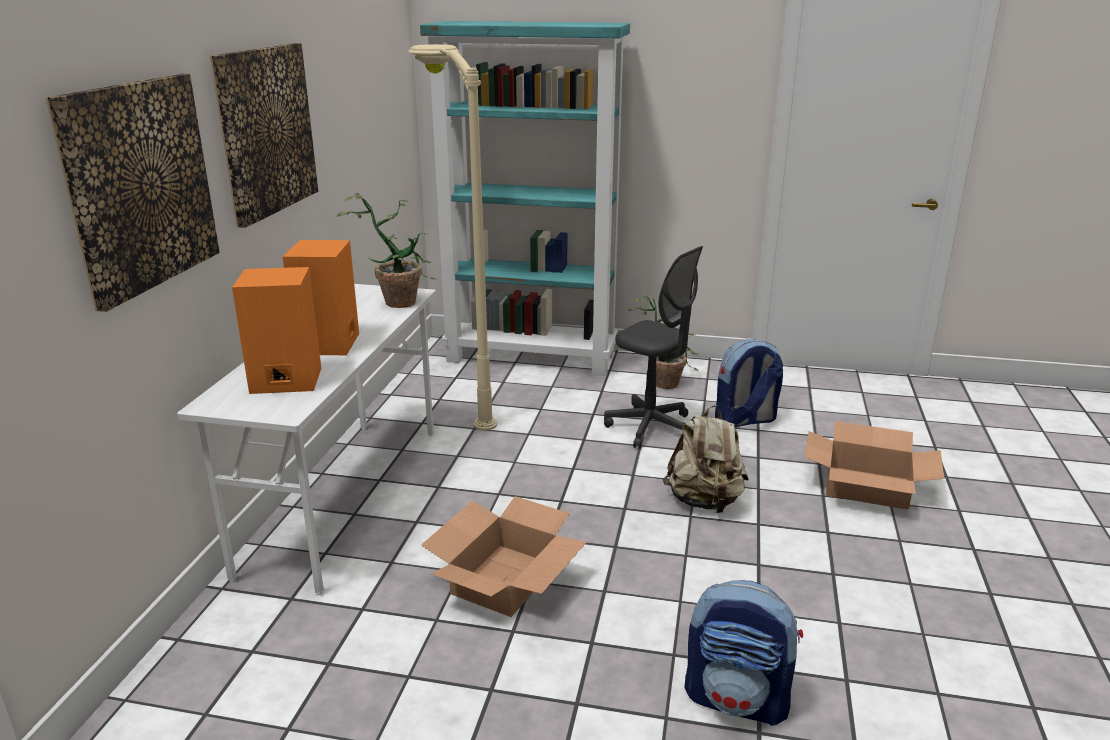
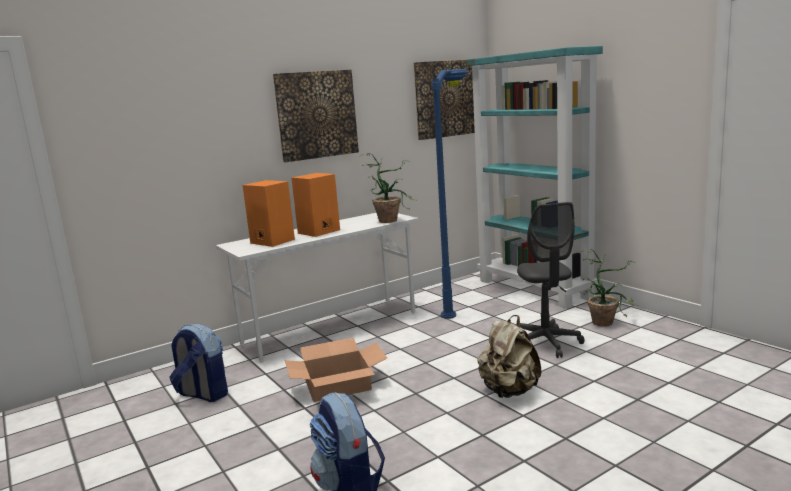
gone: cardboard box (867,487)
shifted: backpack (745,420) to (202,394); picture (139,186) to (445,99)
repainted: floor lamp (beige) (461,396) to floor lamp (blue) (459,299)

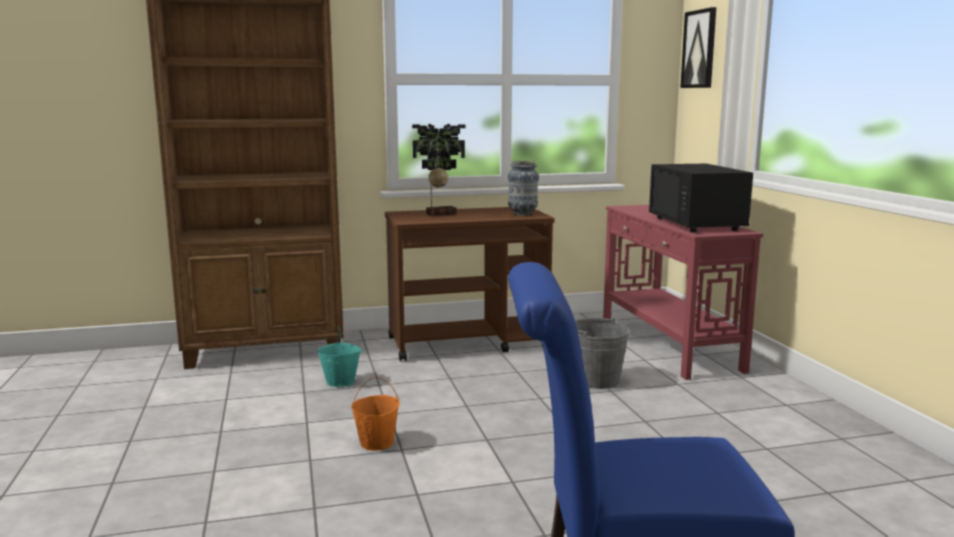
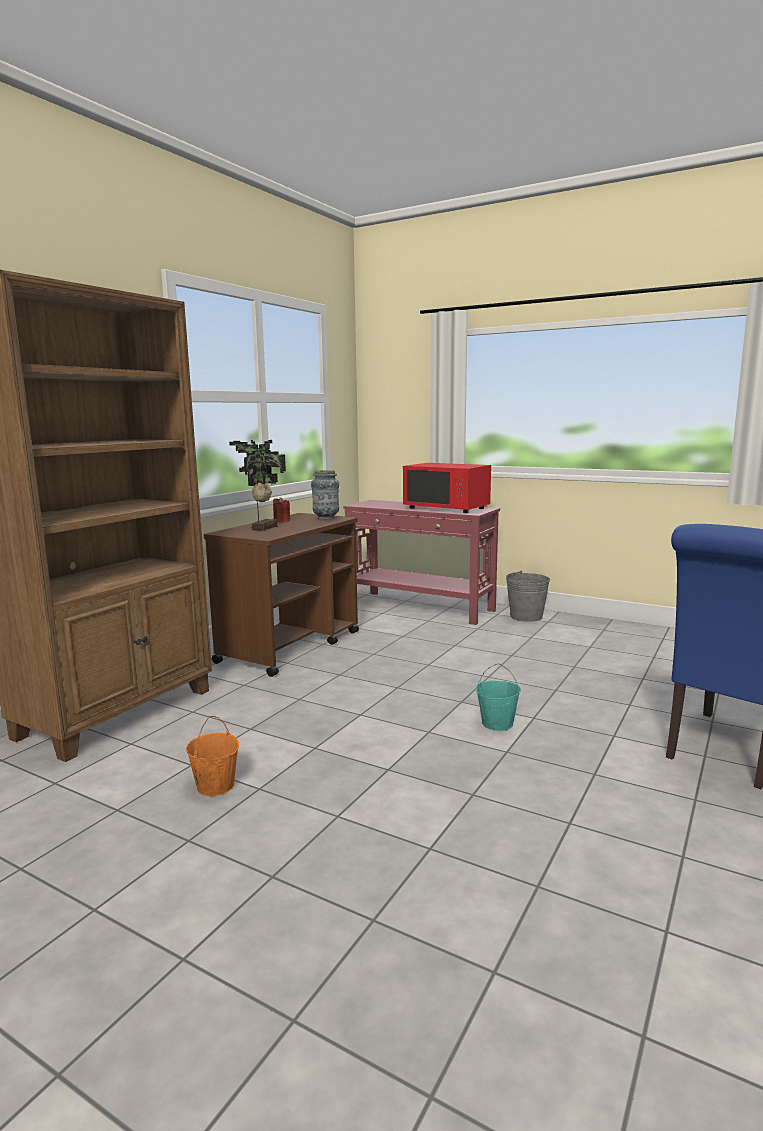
gone: picture (699,49)
new: candle (red) (281,521)
shifted: bucket (orange) (377,443) to (215,786); bucket (turquoise) (341,382) to (497,724); bucket (grey) (597,380) to (526,616)
repainted: microwave (black) (696,224) to microwave (red) (447,508)

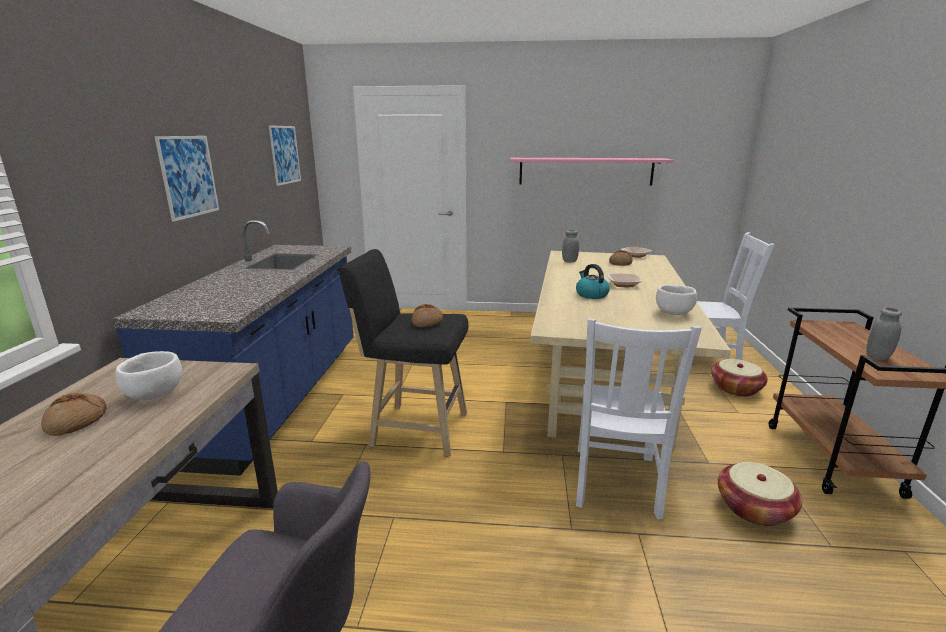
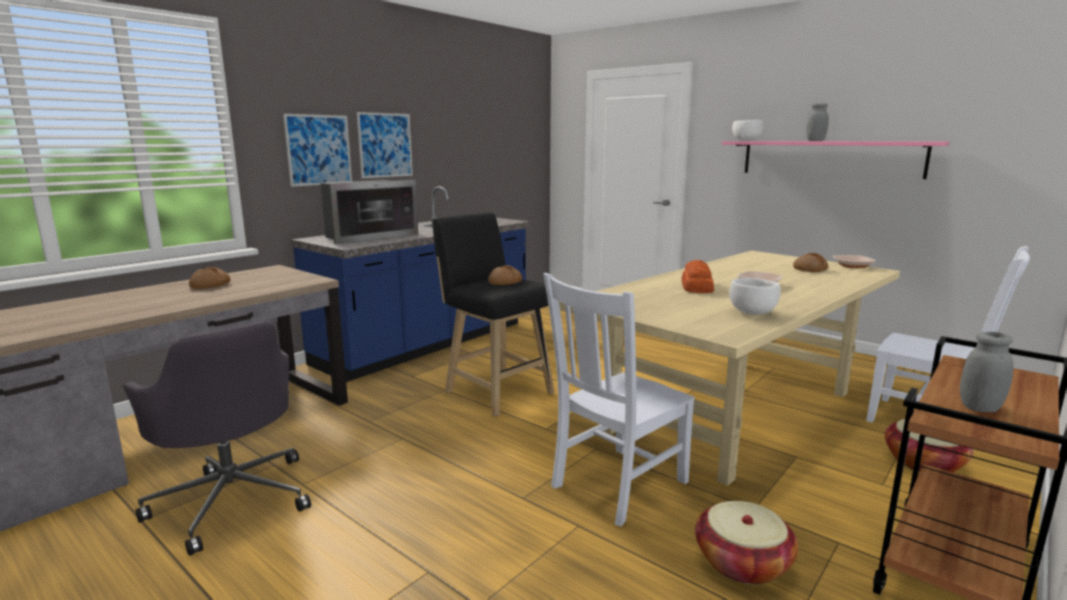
new: microwave (368,236)
shifted: picture (285,155) to (319,150); bowl (white) (155,395) to (746,140); jar (grey) (569,261) to (815,141)
swapped: kettle (591,294) to bread (696,286)

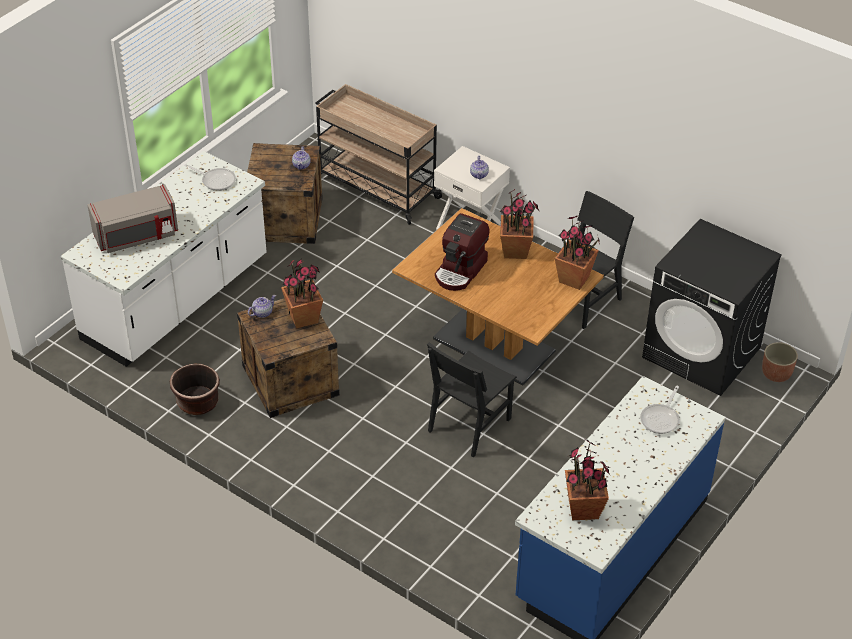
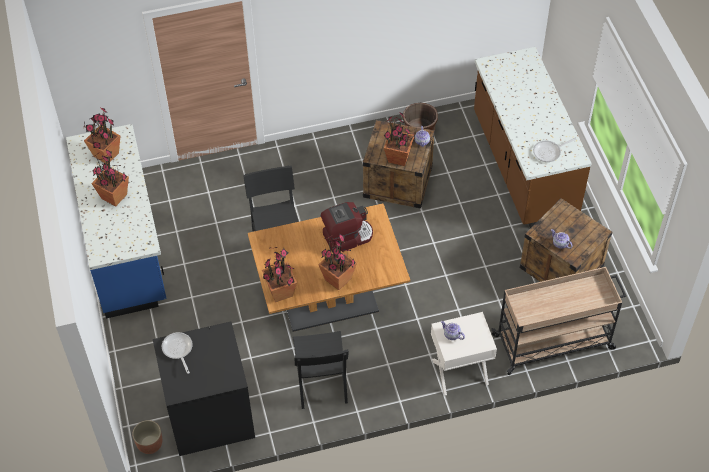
gone: microwave (grey) (136,236)
new: potted plant (114,197)
shifted: frying pan (661,419) to (178,350)
repainted: counter (white) (177,300) to counter (brown) (522,166)
rotated: coffee machine (461,271) = (347,237) 90 degrees clockwise

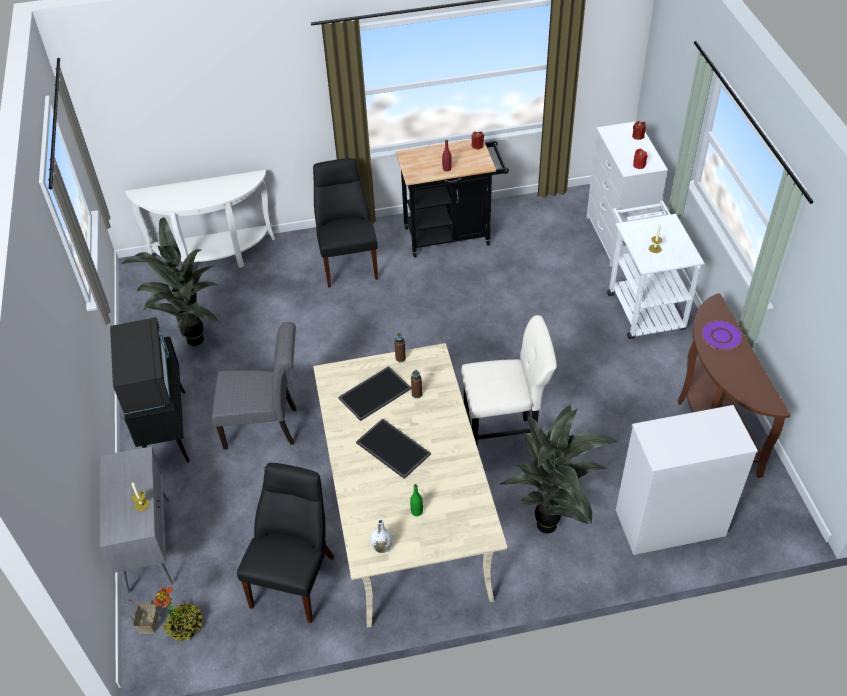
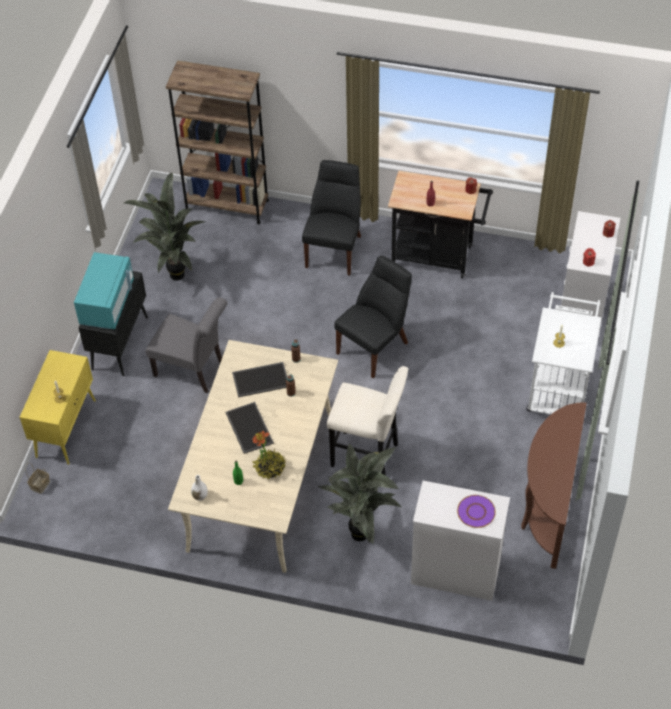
shifted: potted plant (185,625) to (270,467); chair (black) (295,577) to (375,346); plate (purple) (721,336) to (476,511)
swapped: console table (white) (213,258) to bookcase (brown) (227,205)
repainted: cabinet (grey) (148,544) to cabinet (yellow) (66,428); microwave (black) (146,381) to microwave (turquoise) (107,303)

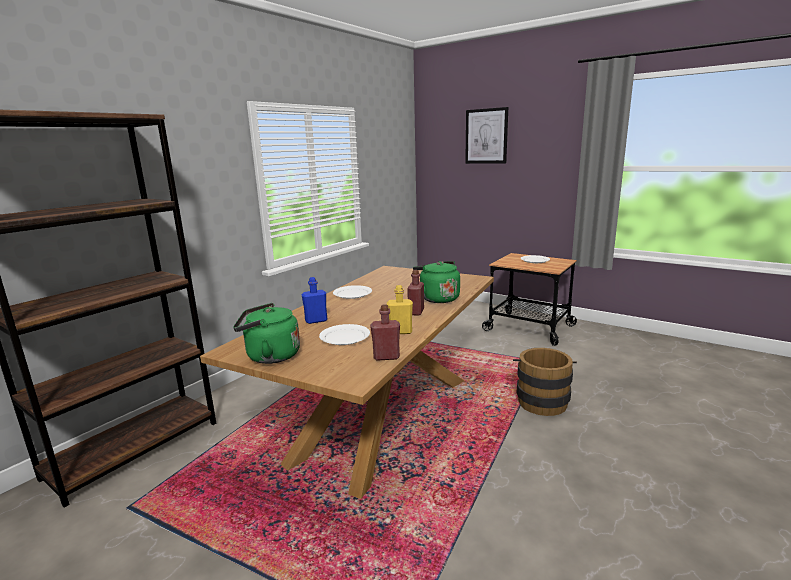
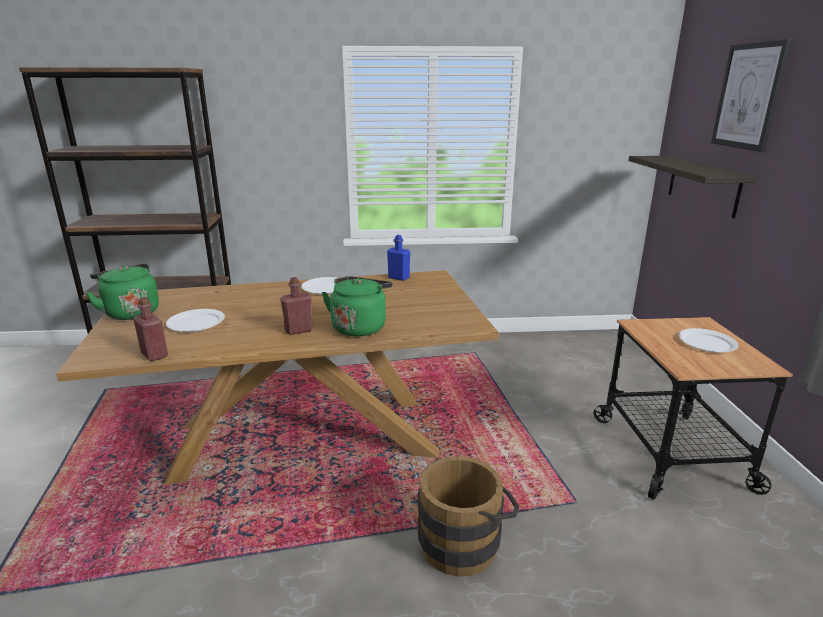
gone: bottle (yellow) (400,332)
new: shelf (703,185)
shifted: bottle (blue) (316,320) to (398,278)

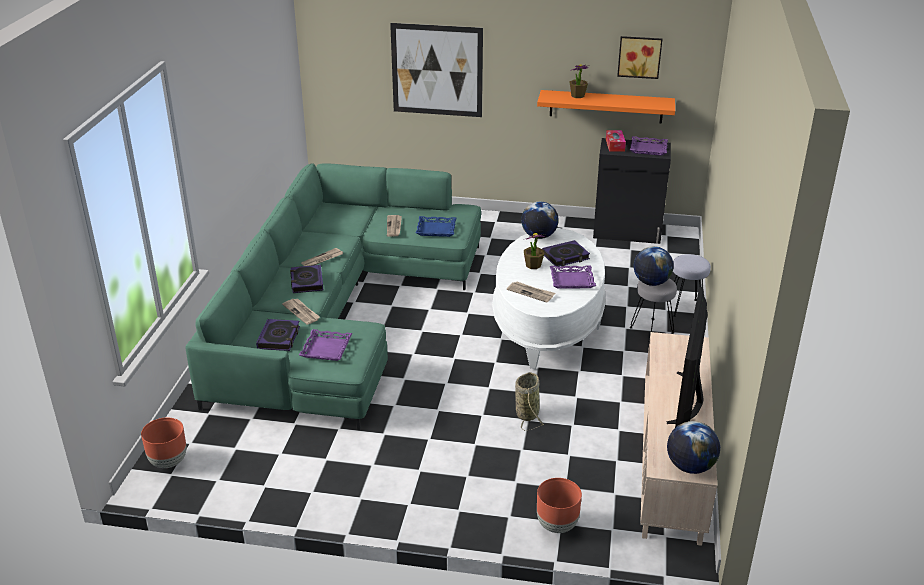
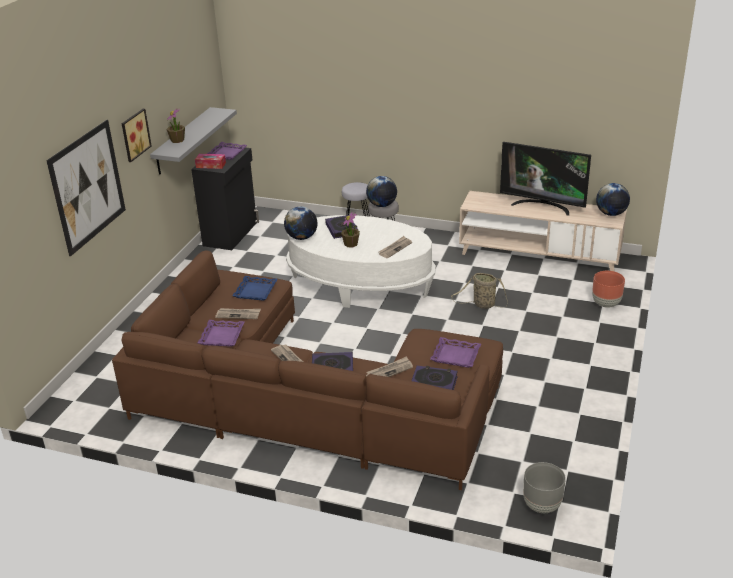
shifted: picture (639,56) to (134,134); tray (purple) (572,280) to (221,336)
repainted: sofa (green) (338,311) to sofa (brown) (304,398); shelf (orange) (606,106) to shelf (grey) (183,141); planter (brown) (168,462) to planter (grey) (542,505)

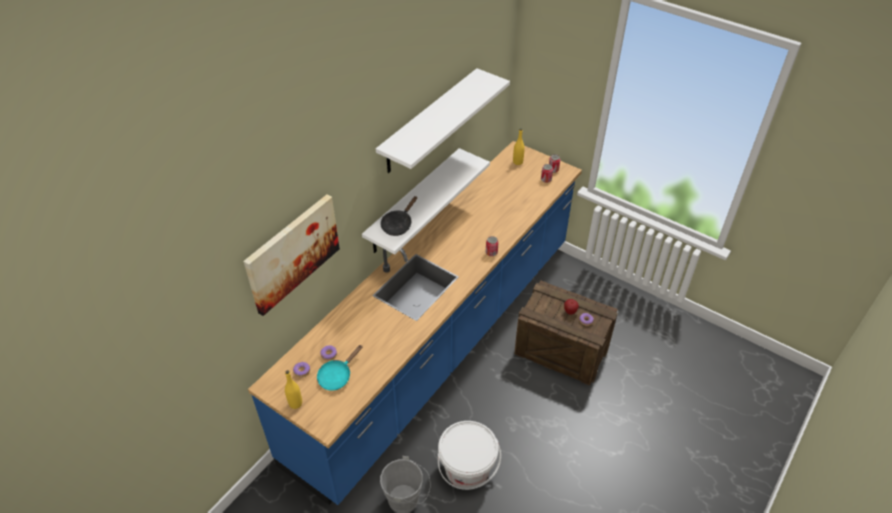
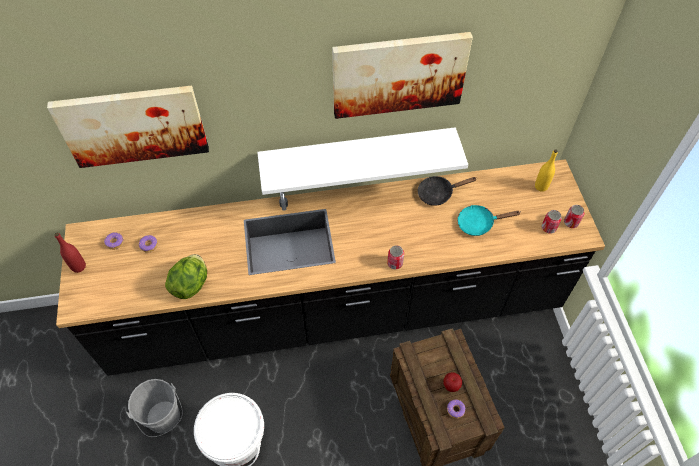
new: lettuce (191,284)
shifted: frying pan (black) (398,224) to (438,193); frying pan (turquoise) (337,376) to (479,223)
swapped: shelf (white) (429,121) to picture (399,74)
repainted: bottle (yellow) (295,403) to bottle (red) (78,267); counter (blue) (446,338) to counter (black) (349,308)

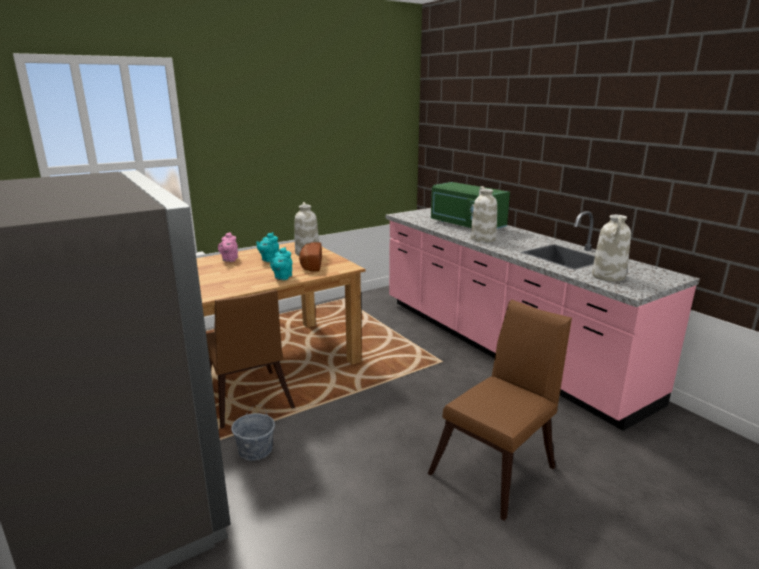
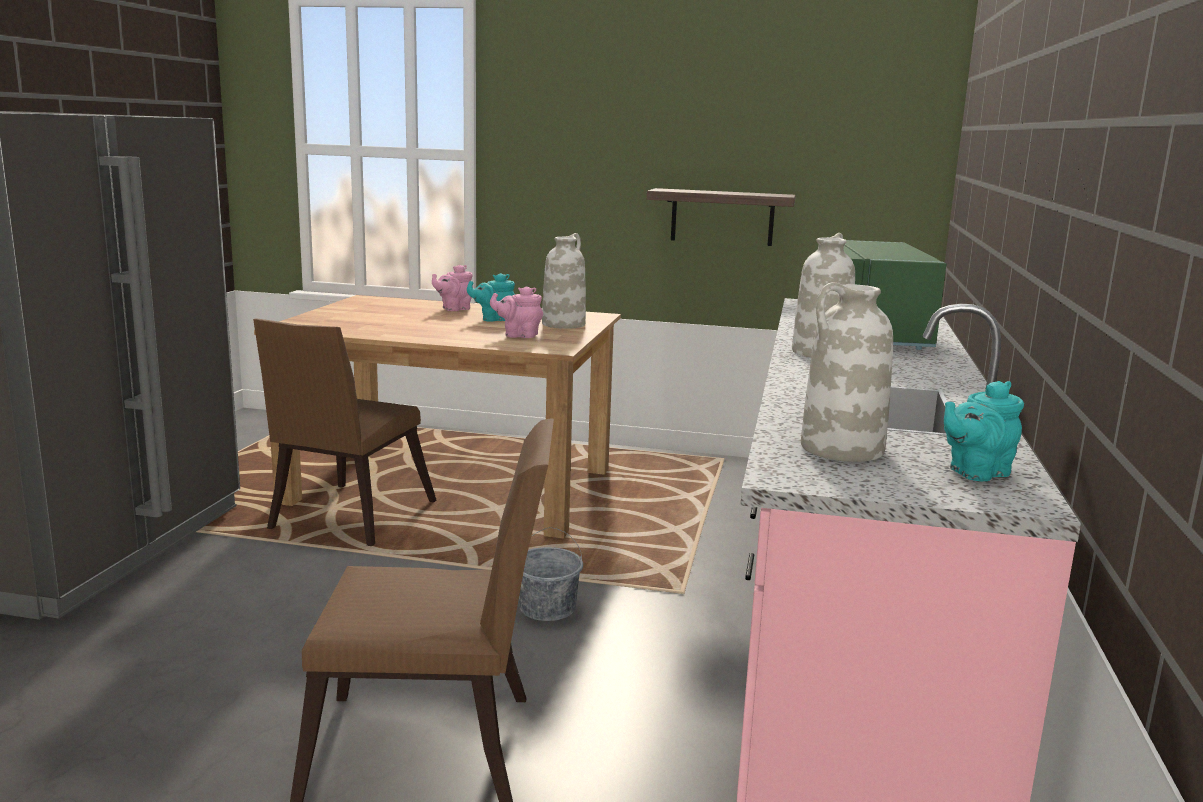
new: shelf (722,217)
shifted: bucket (grey) (256,450) to (548,608); teapot (turquoise) (282,277) to (975,473)
swapped: bread (310,265) to teapot (pink) (518,335)

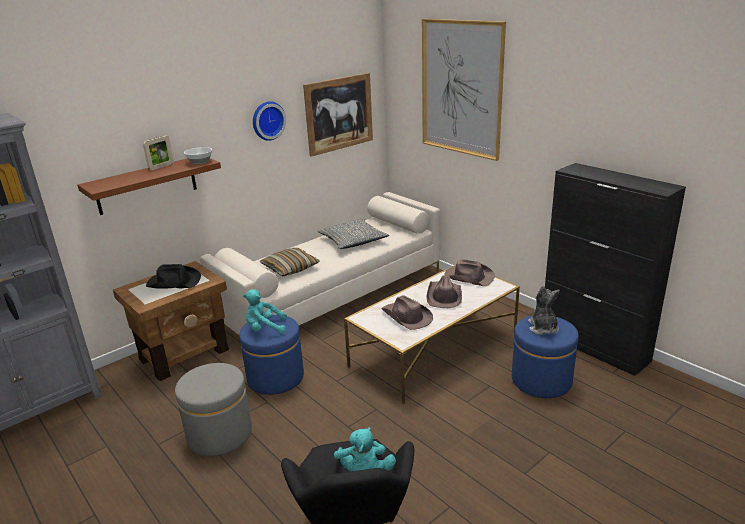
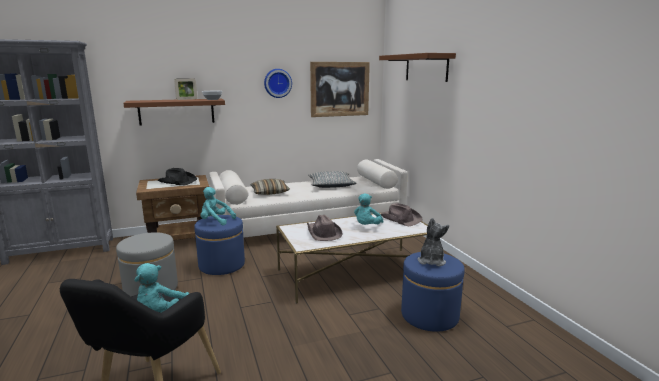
gone: cabinet (black) (594,347)
swapped: hat (brown) (444,296) to plush toy (turquoise) (367,226); picture (461,88) to shelf (brown) (426,67)

